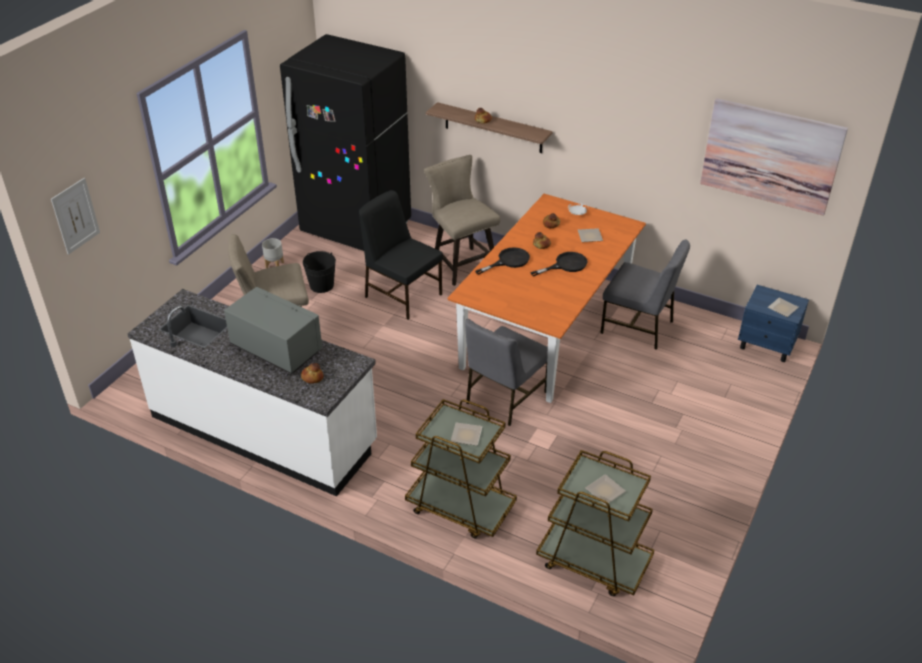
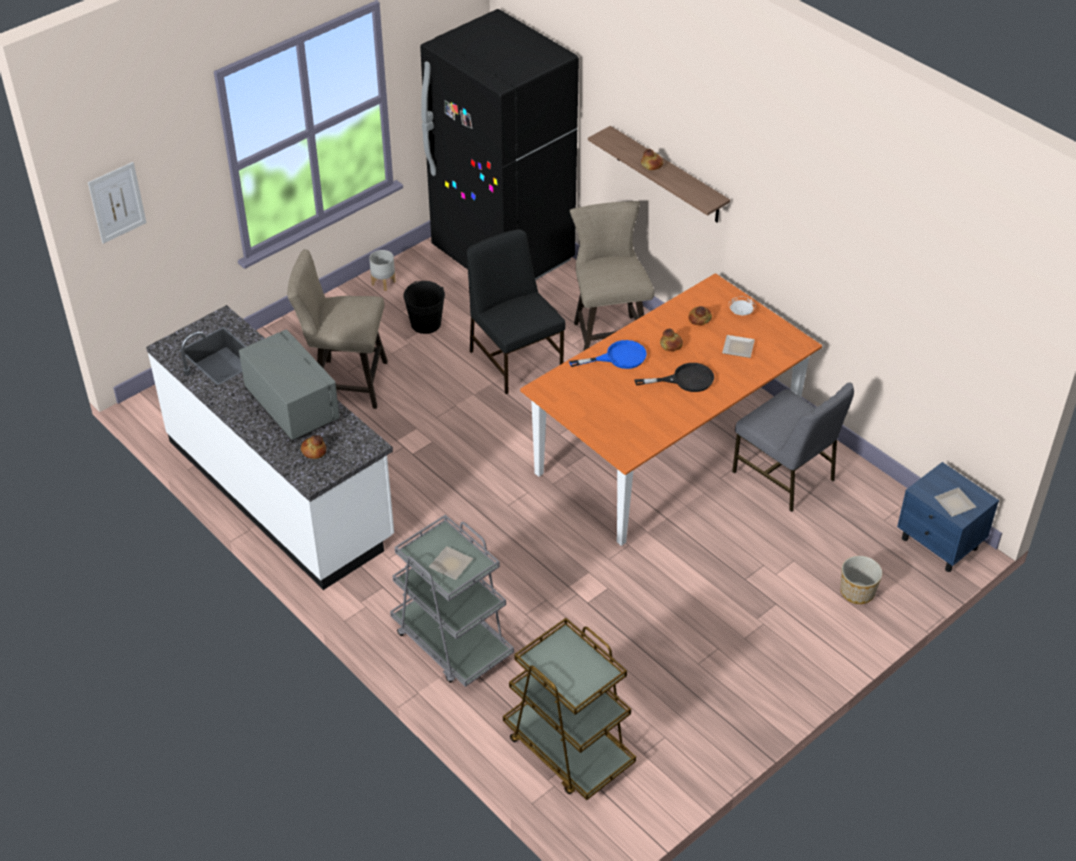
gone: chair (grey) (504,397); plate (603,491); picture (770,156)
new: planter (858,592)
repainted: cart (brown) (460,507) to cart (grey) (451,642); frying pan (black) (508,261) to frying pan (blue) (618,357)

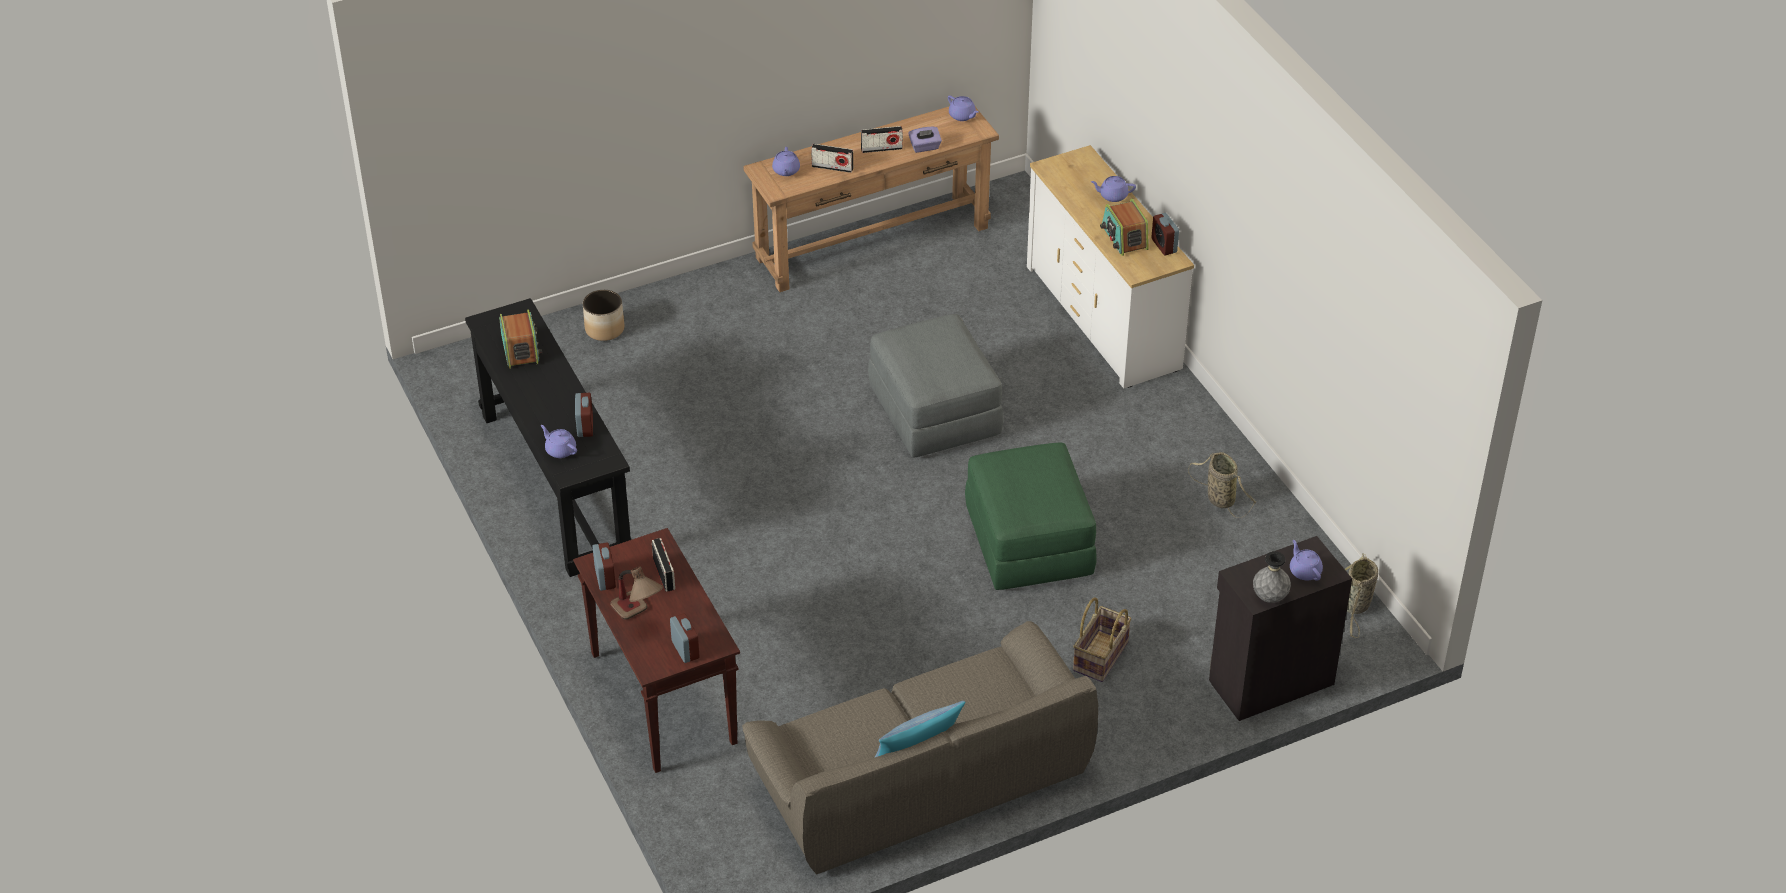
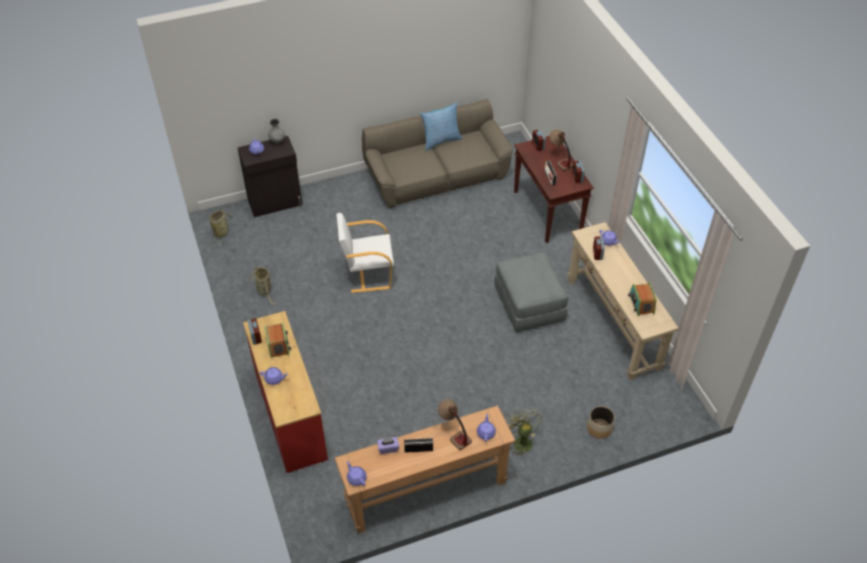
gone: basket (1101,657)
new: fan (green) (520,441)
shifted: ottoman (grey) (936,412) to (528,304)
swapped: ottoman (green) (1030,543) to armchair (white) (367,273); radio (832,167) to table lamp (454,433)
repainted: dresser (white) (1103,317) to dresser (red) (289,415); console table (black) (555,484) to console table (beige) (613,323)

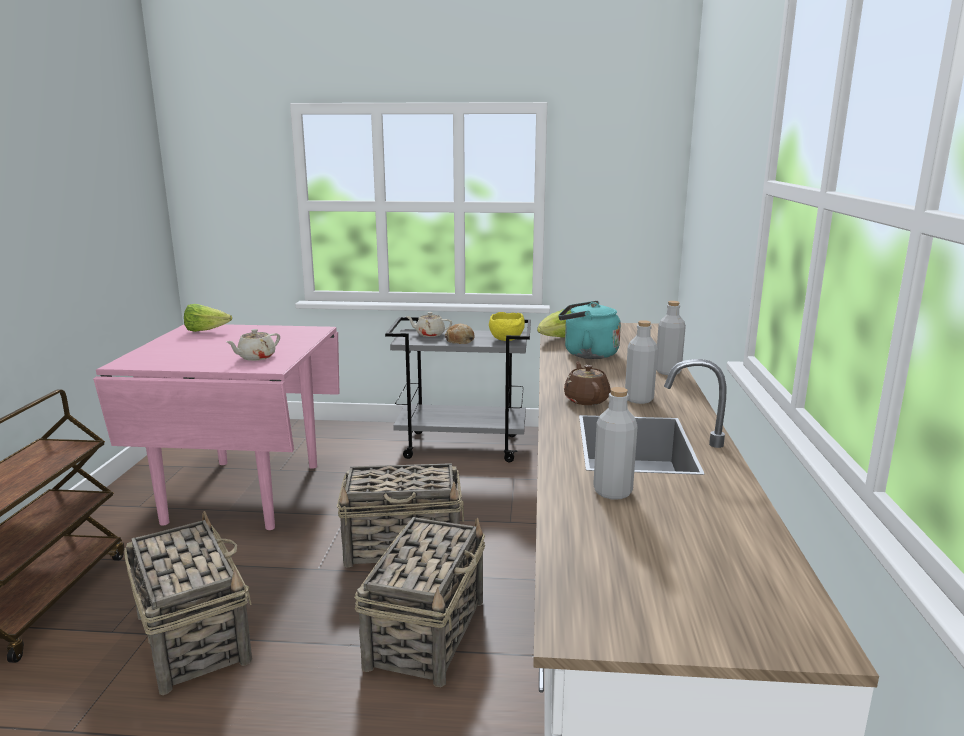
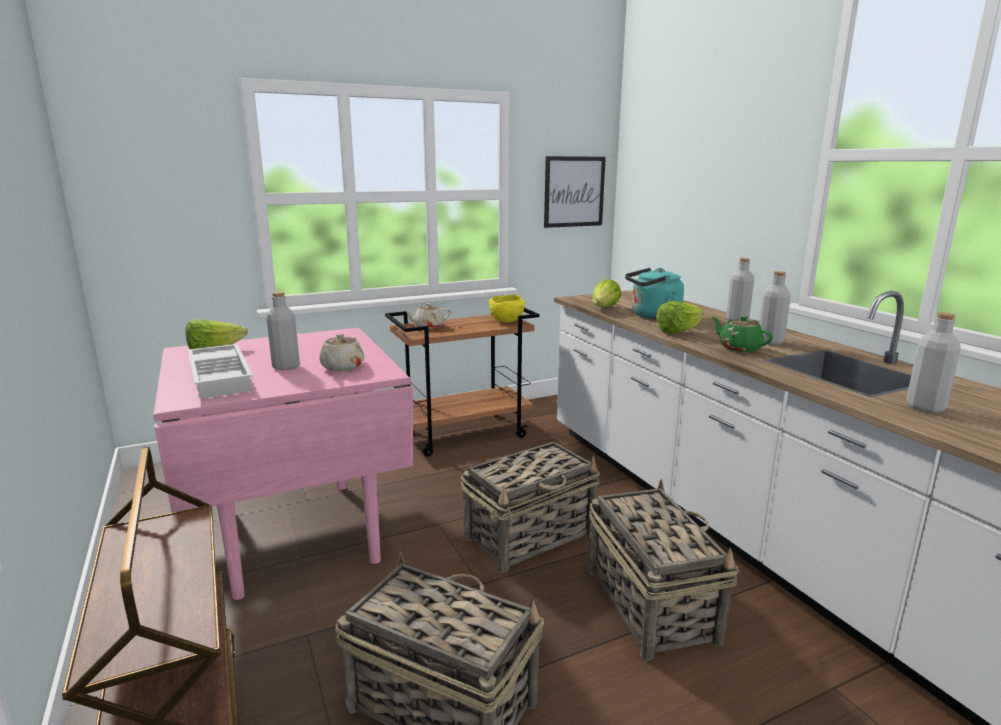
gone: bread (460,340)
new: tray (white) (222,377); bottle (grey) (286,366); picture (574,192); lettuce (678,332)
repainted: cart (grey) (463,446) to cart (brown) (464,433); teapot (brown) (586,399) to teapot (green) (739,348)

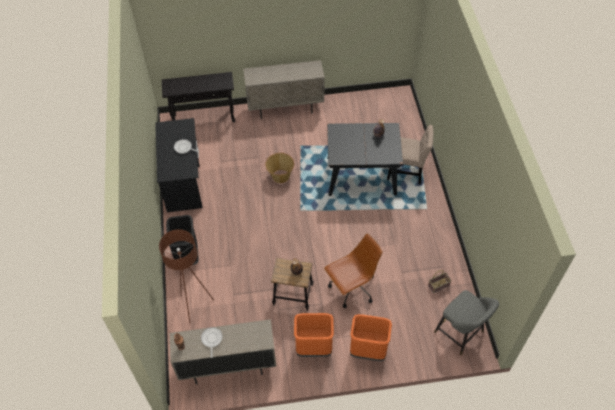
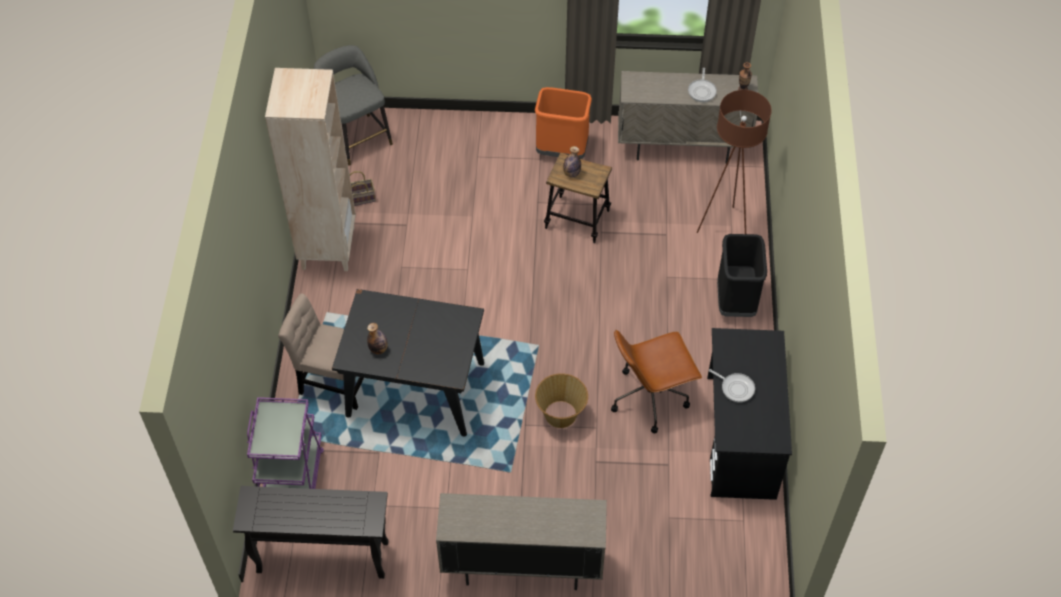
gone: trash can (orange) (367,351)
new: cart (purple) (292,479); bookcase (beige) (327,247)
shifted: console table (black) (204,118) to (321,557); office chair (brown) (352,288) to (650,397)

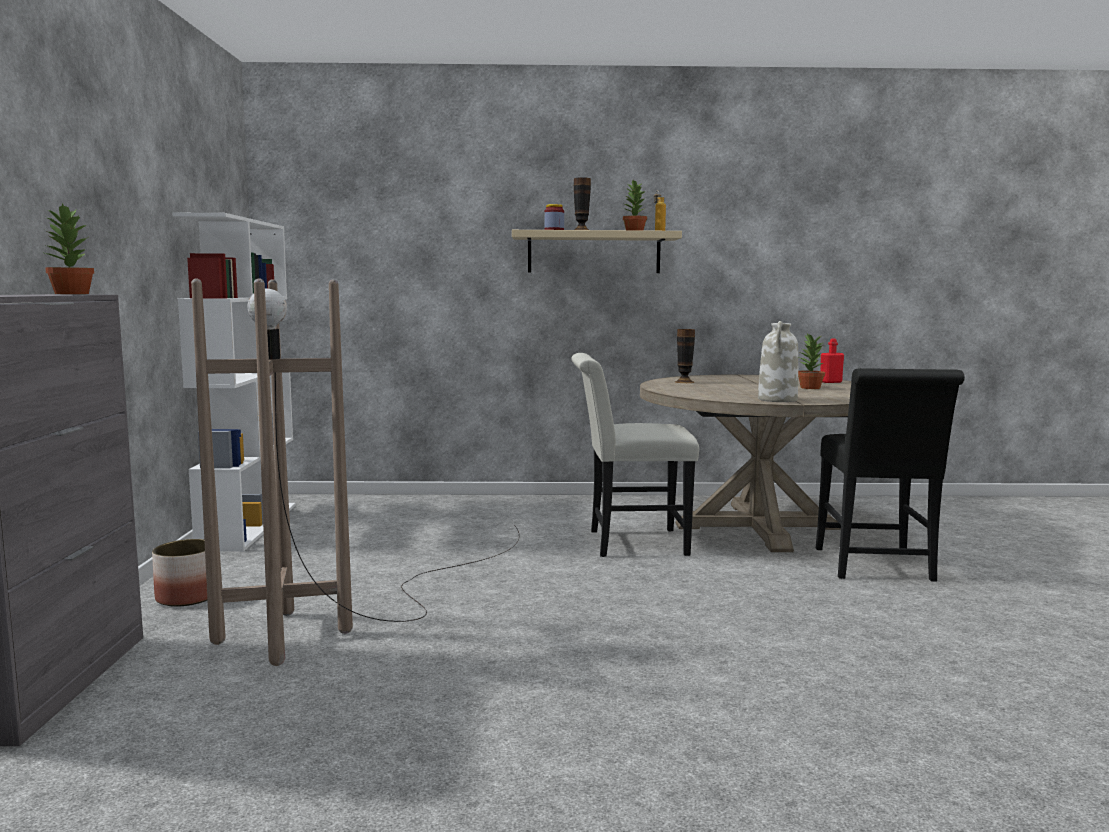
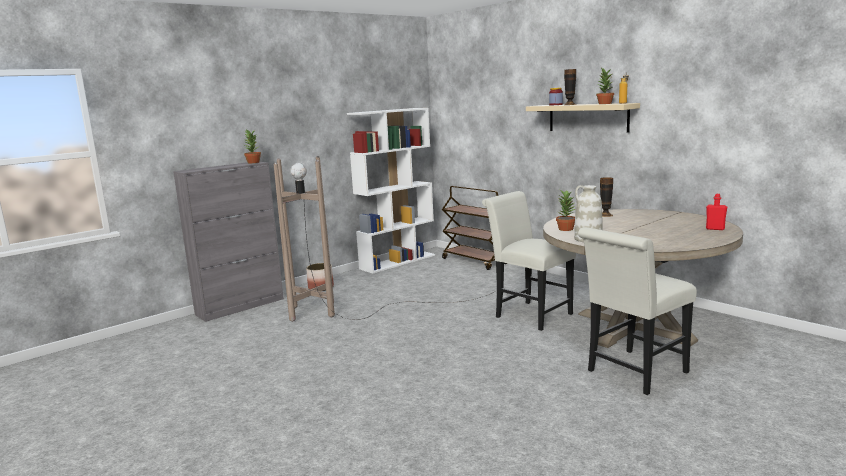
new: cart (brown) (475,261)
shifted: potted plant (809,388) to (565,229)
repainted: chair (black) (876,567) to chair (white) (633,373)

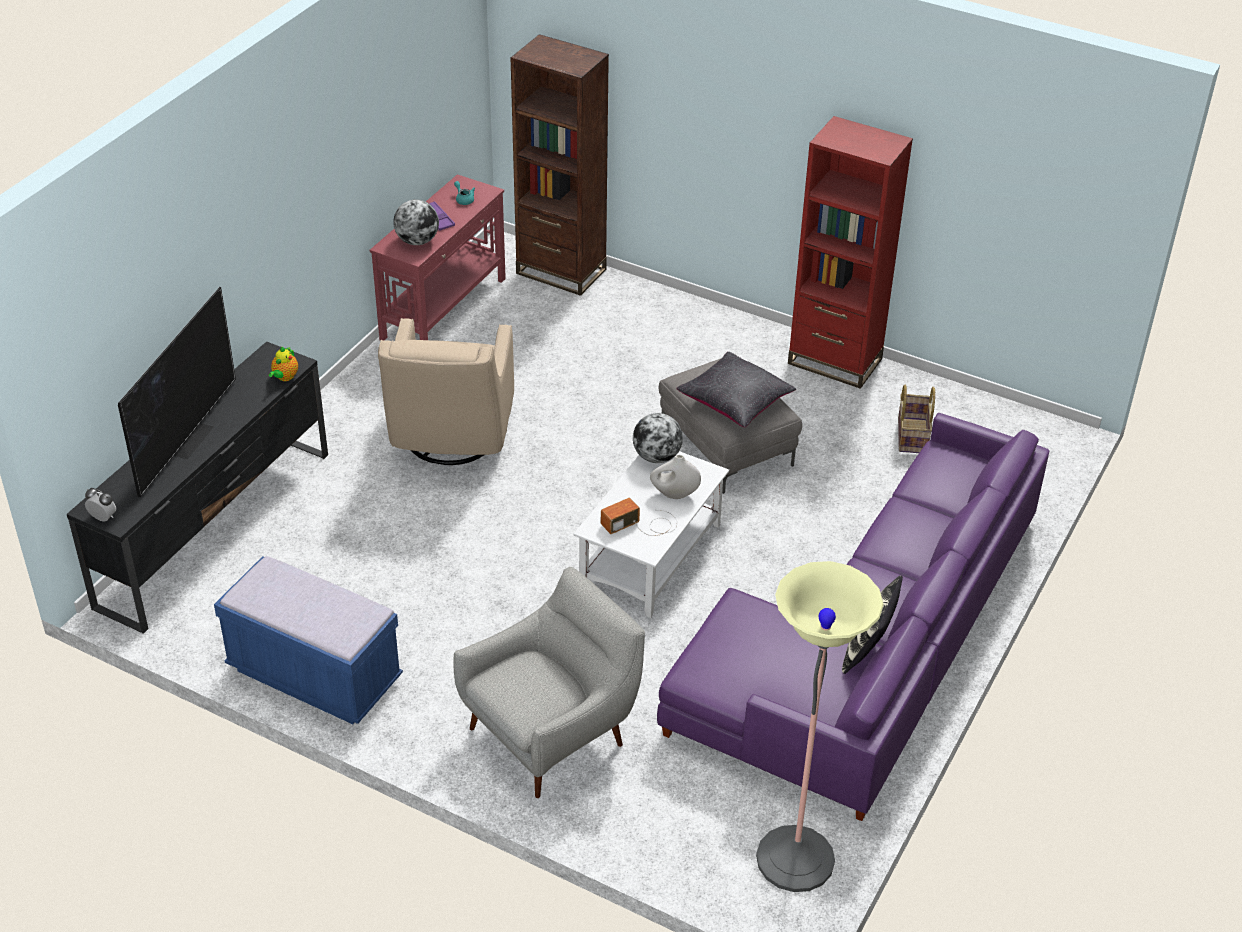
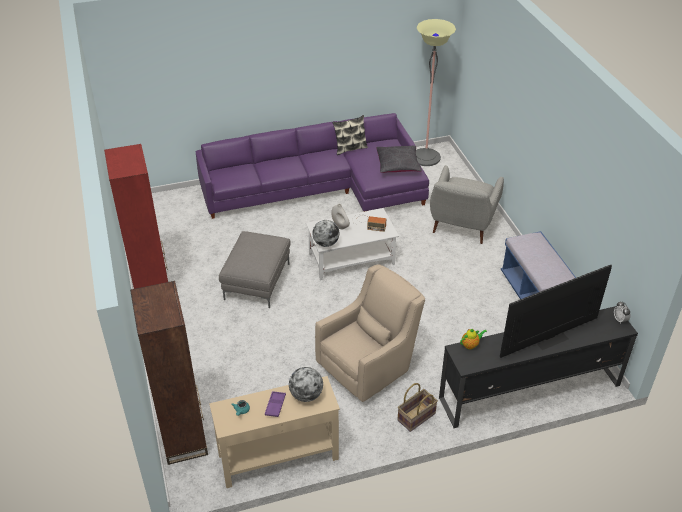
shifted: pillow (black) (735,401) to (398,165); basket (911,435) to (416,417)
repainted: console table (red) (444,308) to console table (beige) (277,457)
rotated: armchair (grey) (552,733) = (462,226) 75 degrees counterclockwise

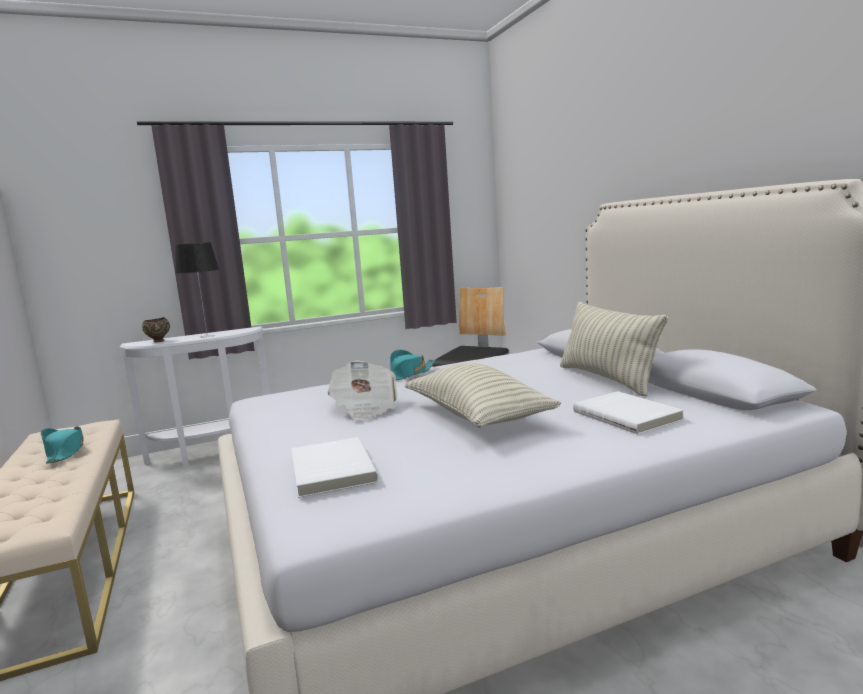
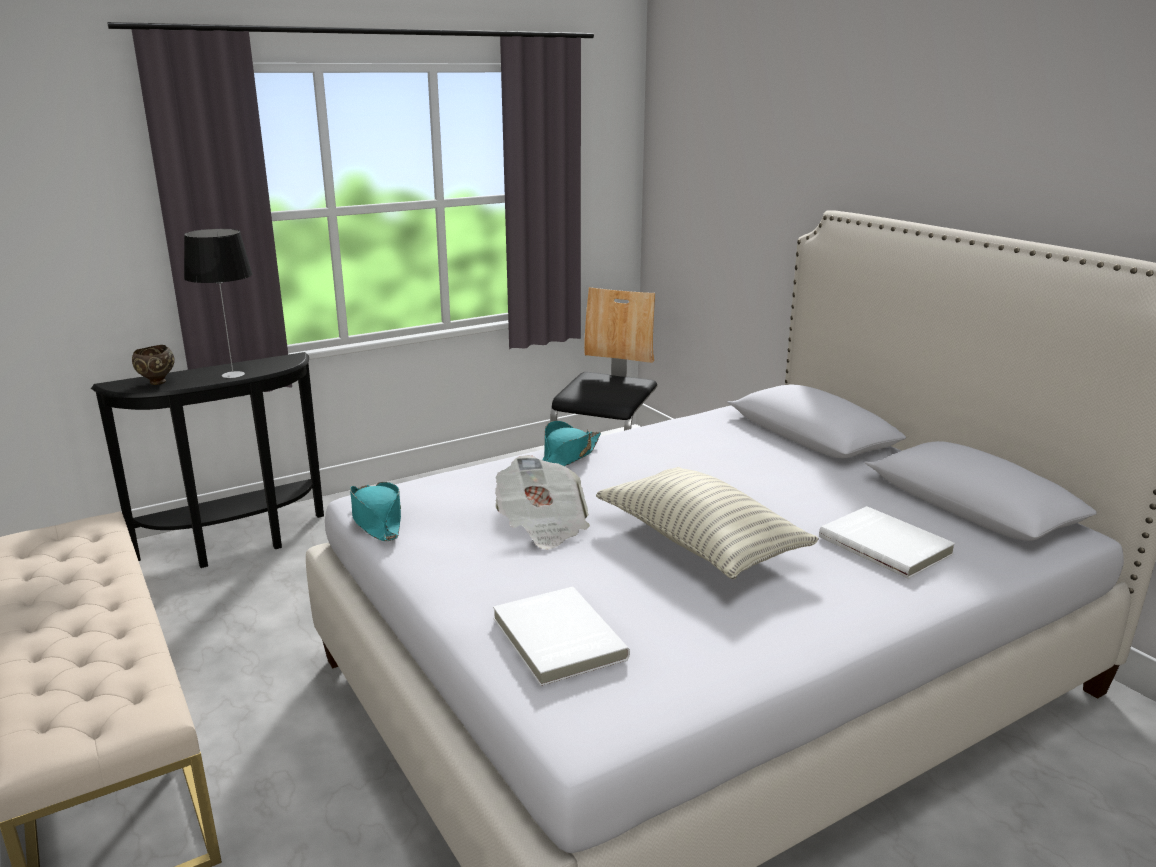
gone: pillow (607,379)
shifted: hat (turquoise) (65,452) to (377,520)
repainted: console table (white) (213,455) to console table (black) (237,545)

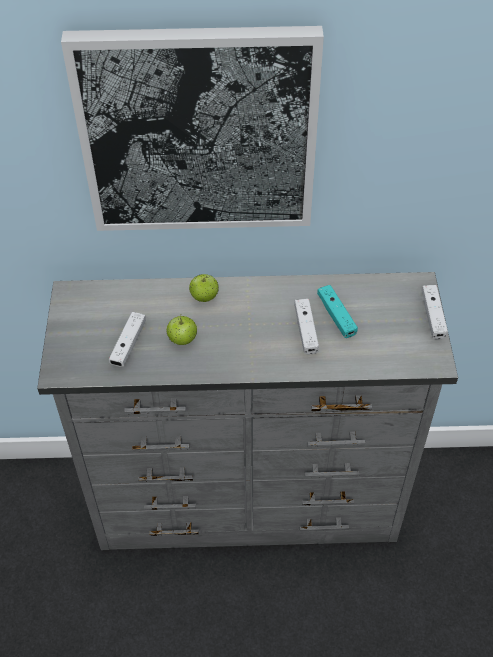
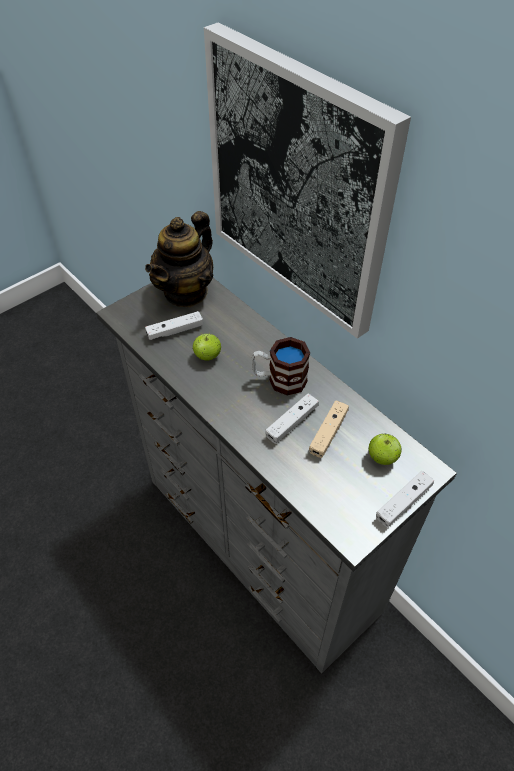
new: teapot (186,292); mug (279,380)
shifted: apple (204,297) to (382,458)
repainted: game controller (turquoise) (336,316) to game controller (beige) (328,433)

